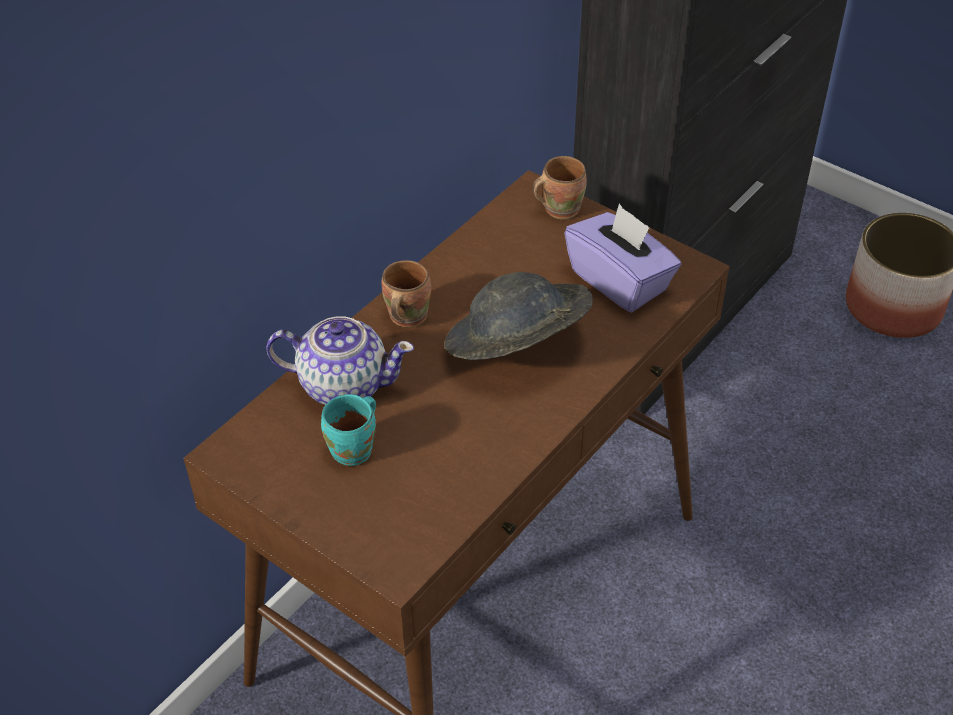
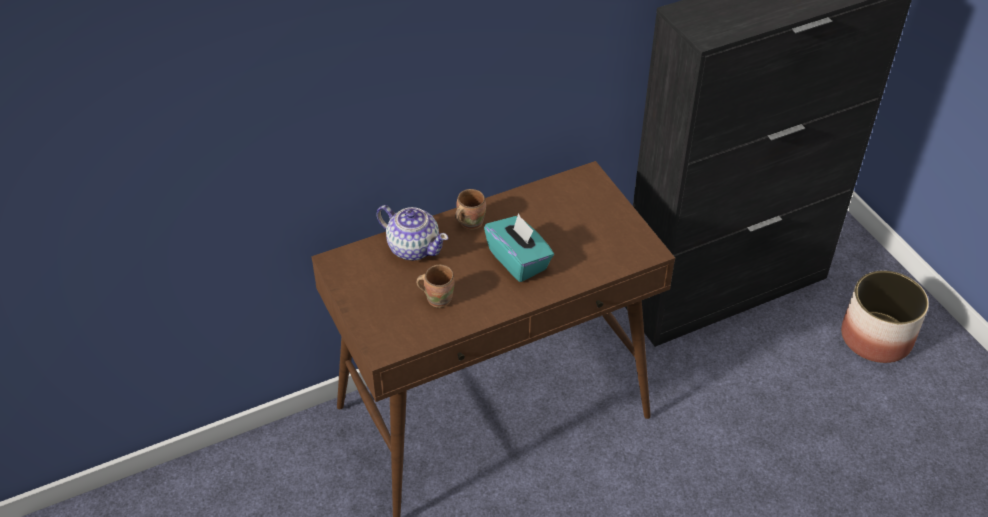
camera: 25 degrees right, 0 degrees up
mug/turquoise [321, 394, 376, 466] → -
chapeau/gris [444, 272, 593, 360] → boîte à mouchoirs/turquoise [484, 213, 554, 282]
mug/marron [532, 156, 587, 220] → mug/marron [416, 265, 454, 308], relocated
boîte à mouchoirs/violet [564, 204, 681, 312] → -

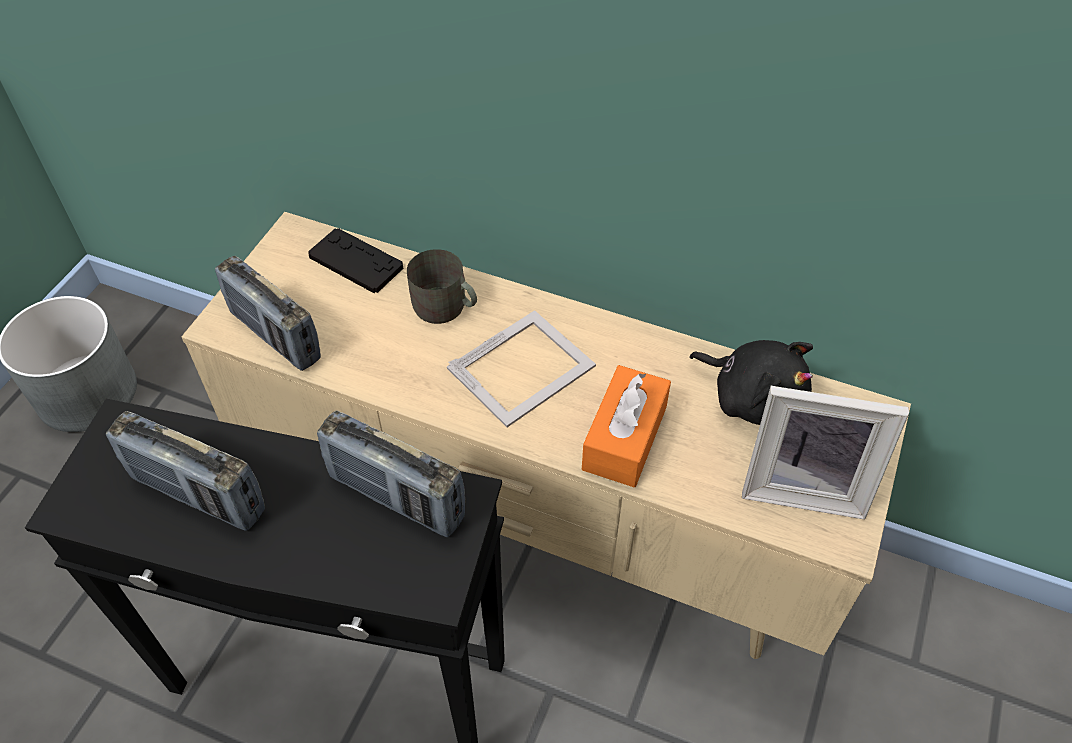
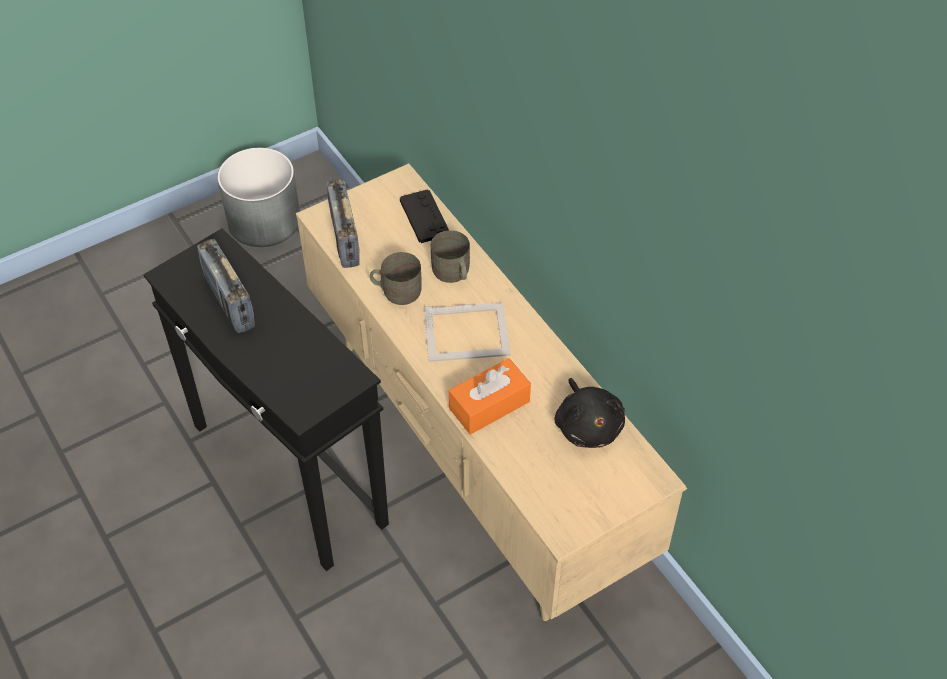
camera: 35 degrees right, 0 degrees up
radio [317, 410, 465, 537] → -
cadre photo [742, 386, 909, 520] → -
- → mug/gris [370, 252, 422, 305]

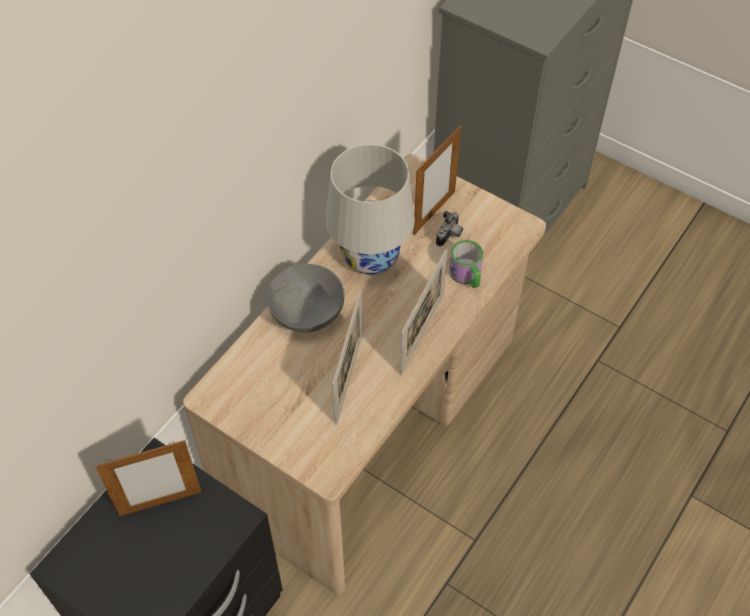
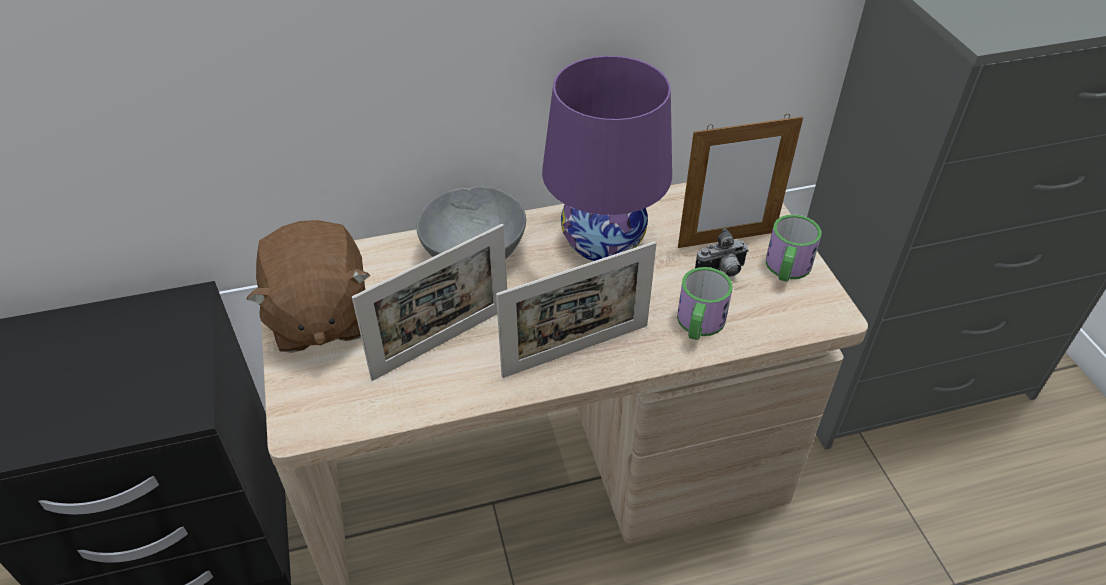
camera: 40 degrees right, 10 degrees down
cadre photo [95, 440, 201, 516] → -
lampe de table/blanc [325, 144, 415, 275] → lampe de table/violet [542, 56, 672, 261]
- → peluche/marron [246, 220, 370, 353]
- → mug [766, 214, 821, 282]

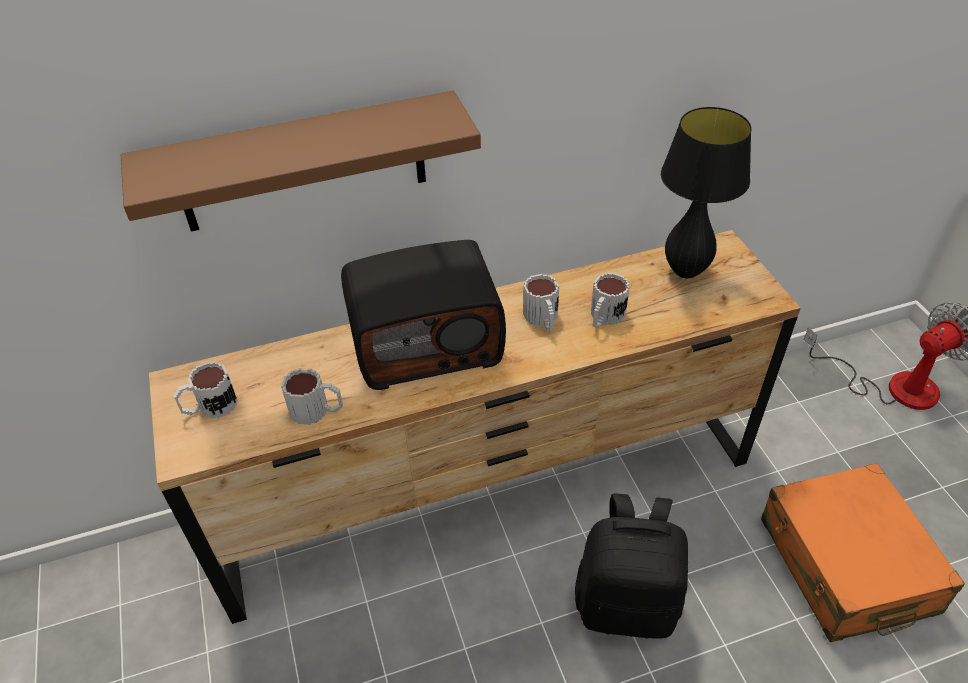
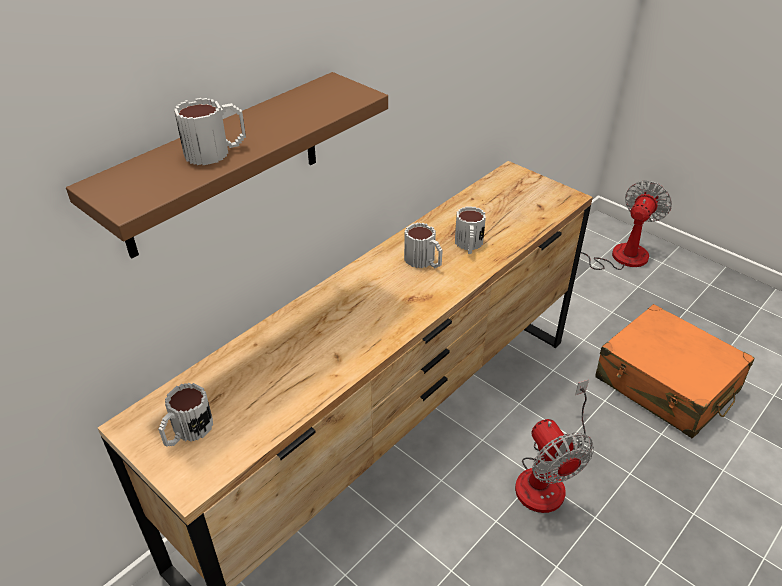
camera: 30 degrees left, 5 degrees down
mug [281, 368, 343, 425] → mug [174, 98, 246, 165], relocated
radio [341, 240, 506, 390] → -
sac à dos/noir [575, 493, 688, 639] → ventilateur [515, 380, 594, 513]
lampe de table/noir [661, 107, 752, 278] → -

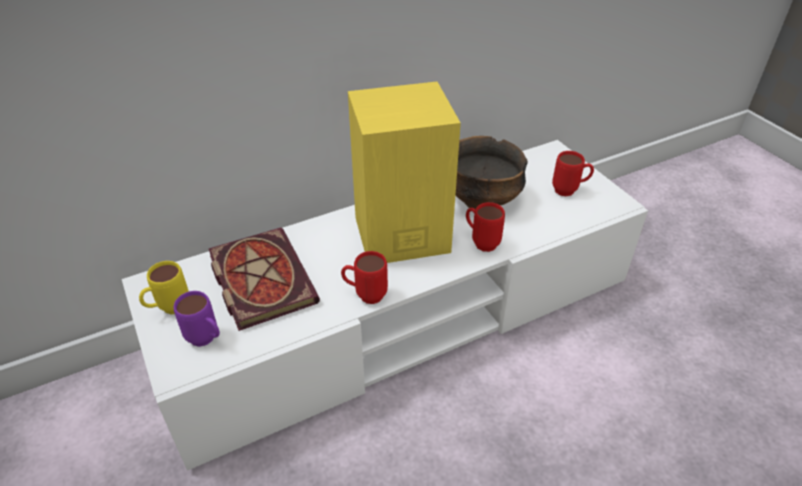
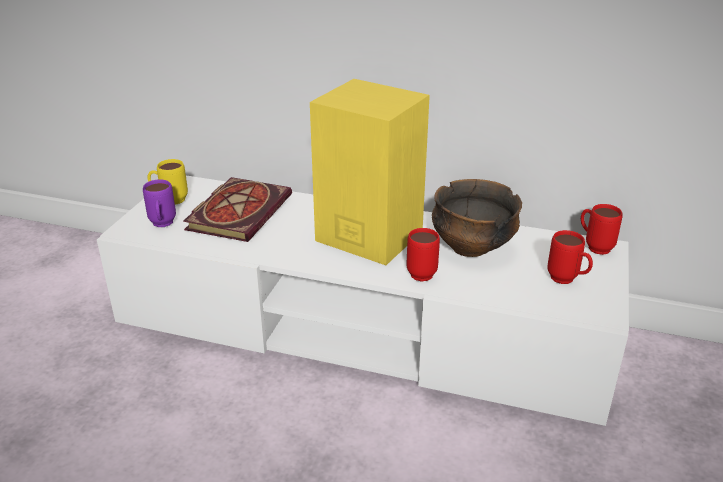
camera: 45 degrees right, 10 degrees down
mug/rouge [341, 251, 388, 304] → mug/rouge [581, 204, 623, 255], relocated

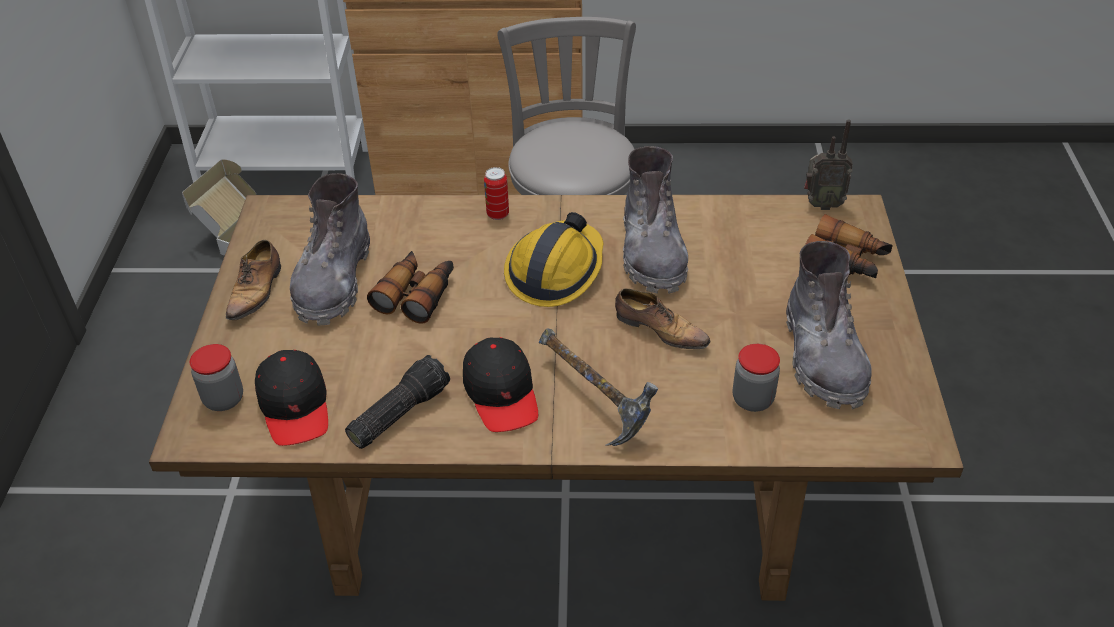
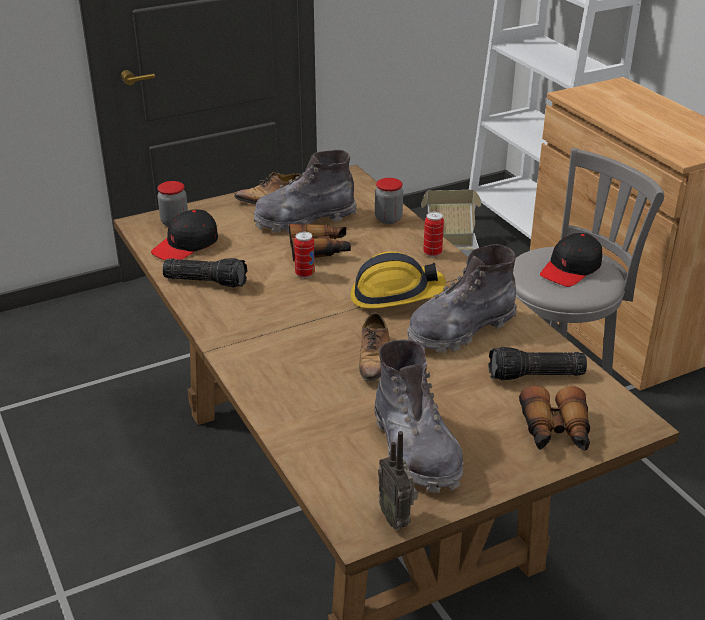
camera: 60 degrees right, 10 degrees down
casquette/noir [463, 337, 538, 432] → casquette/noir [540, 233, 602, 287], relocated
marteau [539, 328, 658, 446] → -
bocal [733, 344, 780, 412] → bocal [375, 178, 403, 224], relocated
botte/gris [786, 241, 872, 409] → botte/gris [375, 340, 464, 493], 75 degrees counterclockwise
radio [804, 119, 853, 210] → radio [378, 431, 418, 529], relocated
- → boîte métallique [294, 232, 315, 278]
- → lampe de poche [488, 347, 587, 380]

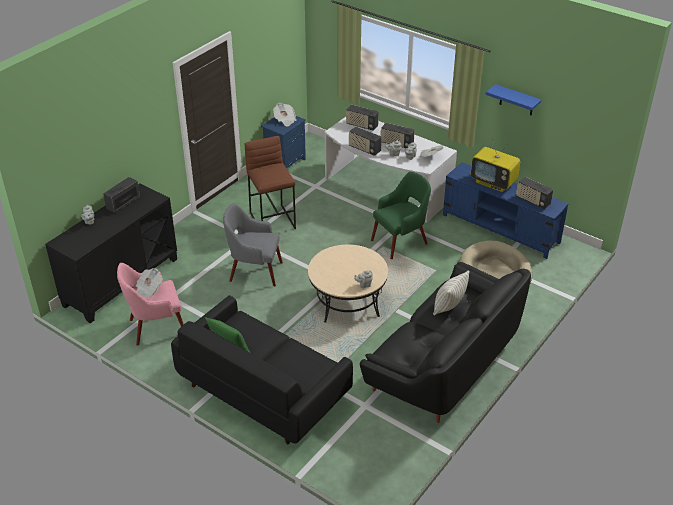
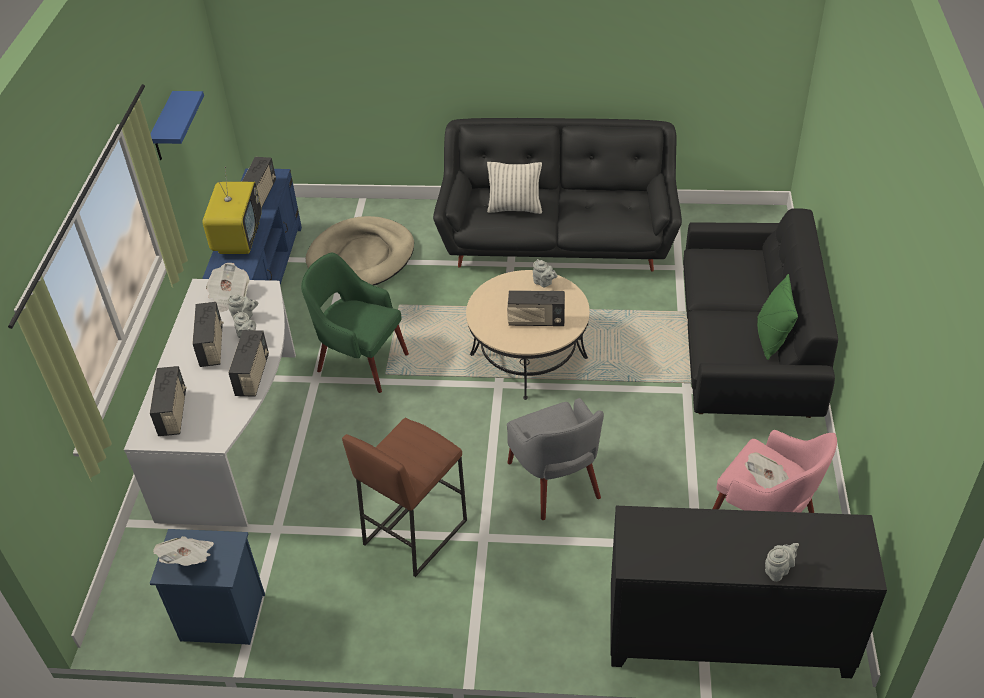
camera: 120 degrees left, 5 degrees up
radio [103, 177, 140, 213] → radio [507, 290, 565, 326], relocated

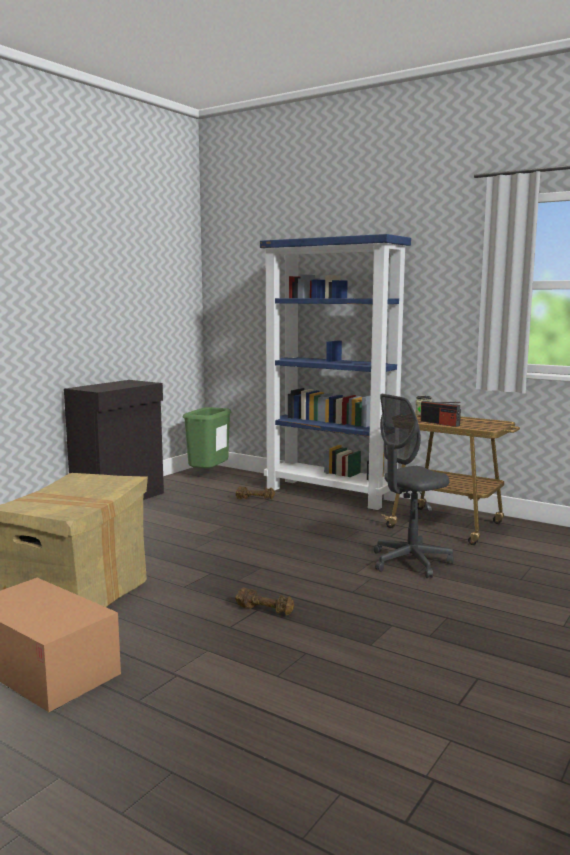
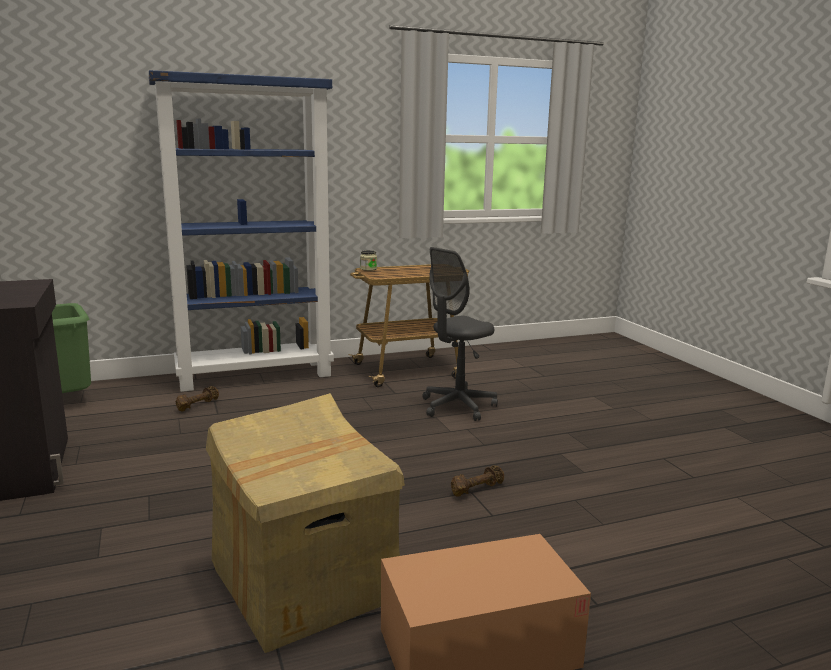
camera: 55 degrees left, 5 degrees up
chaise de bureau/gris [374, 394, 454, 578] → chaise de bureau/gris [422, 247, 498, 421], 45 degrees clockwise
radio [420, 401, 461, 427] → -

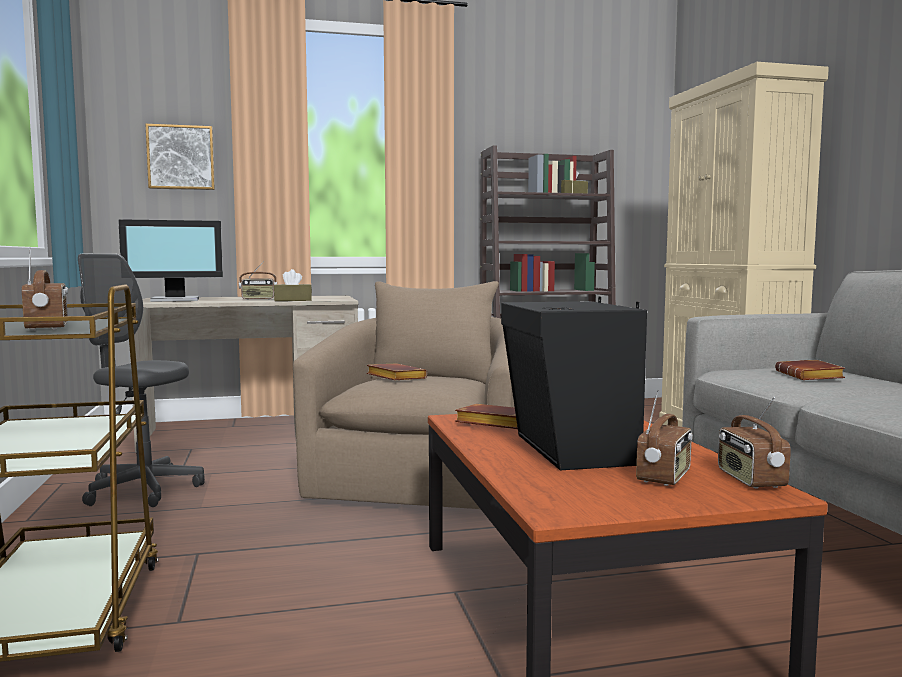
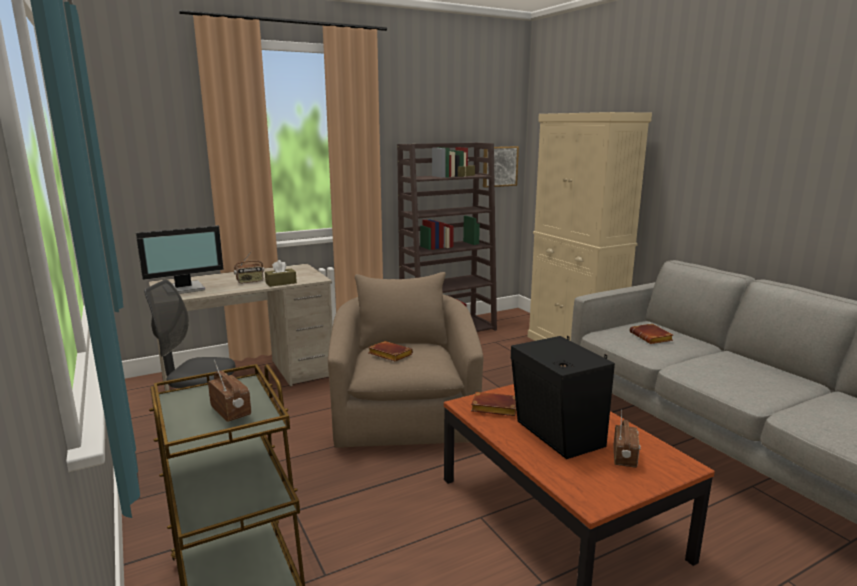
camera: 15 degrees left, 10 degrees up
tableau [145, 124, 215, 190] → tableau [483, 146, 519, 188], relocated
radio [718, 397, 791, 489] → -

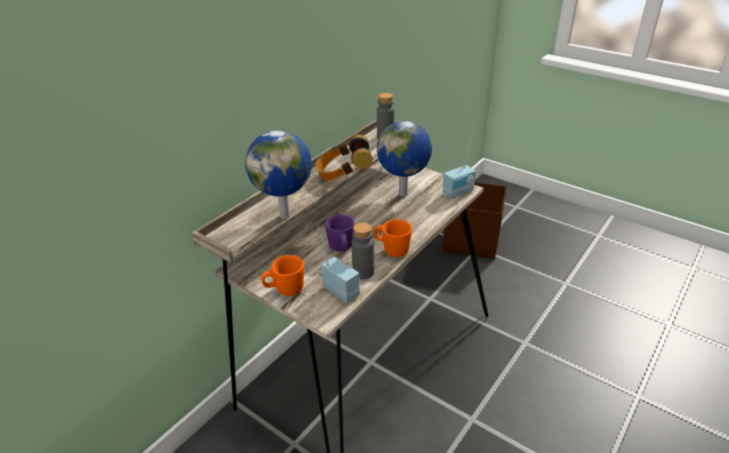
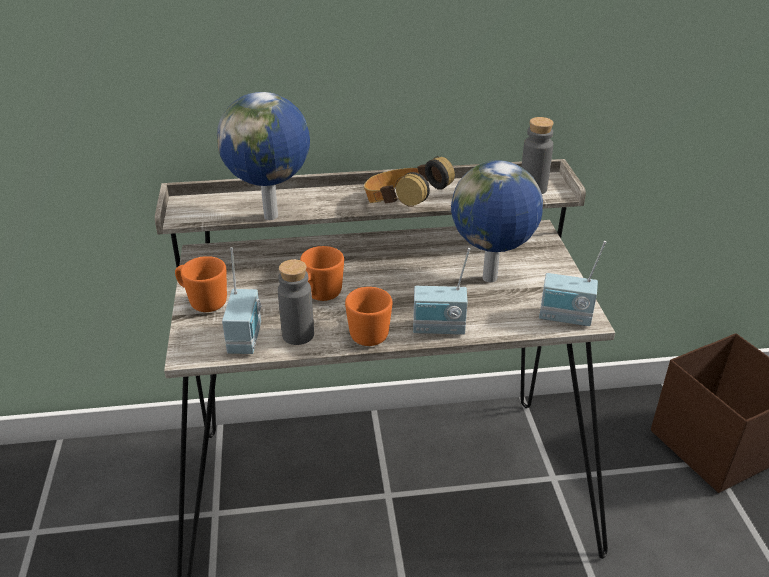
camera: 45 degrees right, 0 degrees up
mug/violet [325, 214, 355, 252] → mug/orange [300, 246, 344, 301]
- → radio [413, 248, 470, 335]

